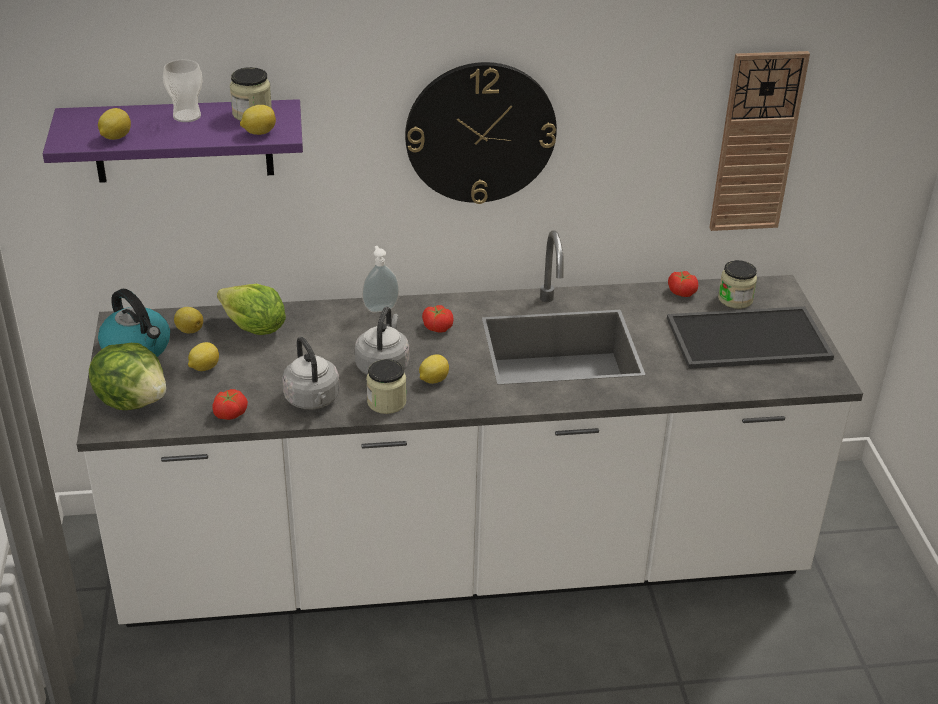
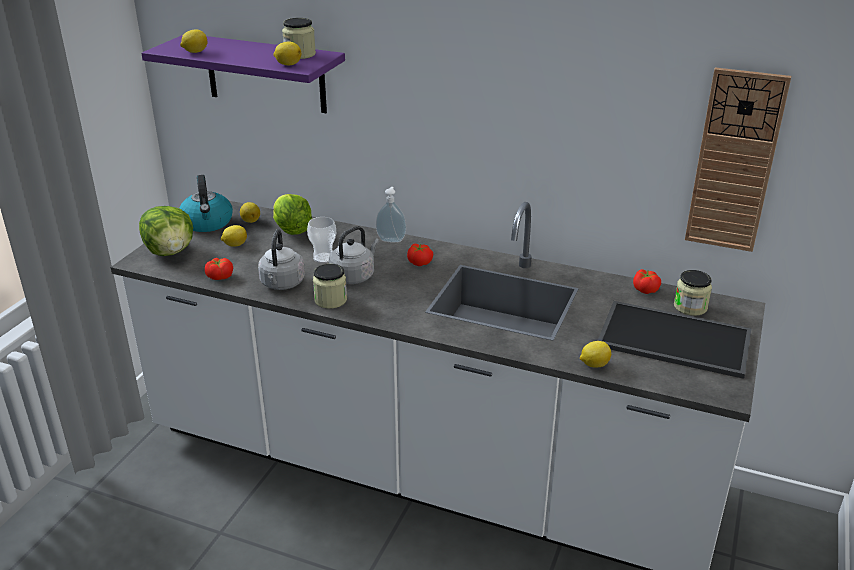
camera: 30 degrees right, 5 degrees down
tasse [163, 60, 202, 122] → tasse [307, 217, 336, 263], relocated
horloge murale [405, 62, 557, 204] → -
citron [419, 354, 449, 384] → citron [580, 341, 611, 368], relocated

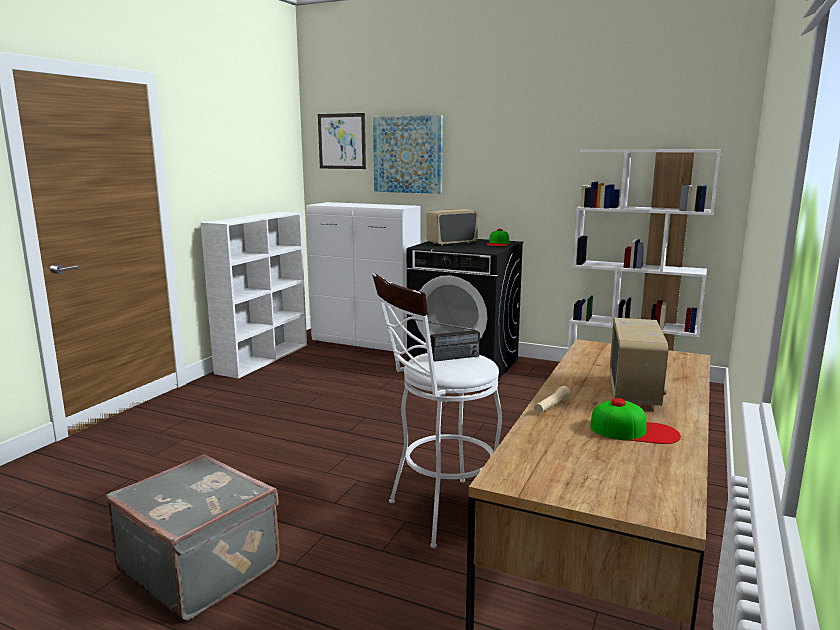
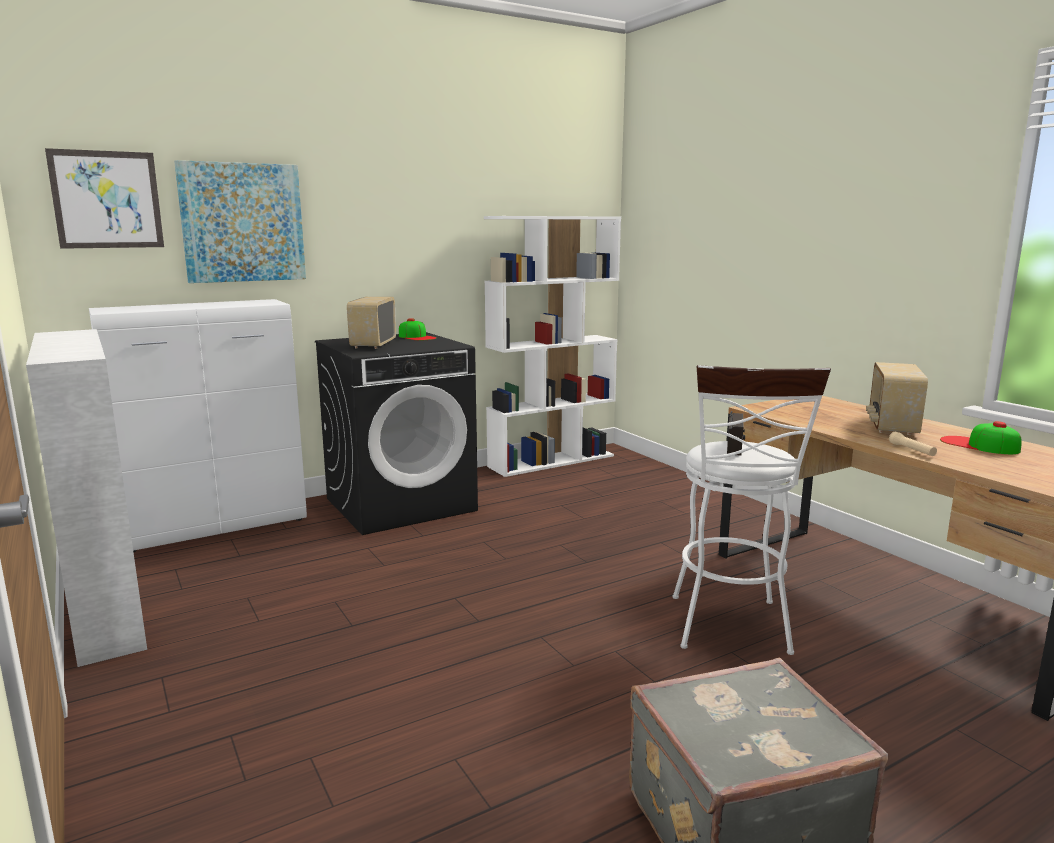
camera: 55 degrees left, 0 degrees up
casquette [590, 398, 681, 444] → casquette [940, 421, 1022, 454], 90 degrees counterclockwise
radio [610, 318, 668, 406] → radio [866, 362, 928, 435], 120 degrees counterclockwise

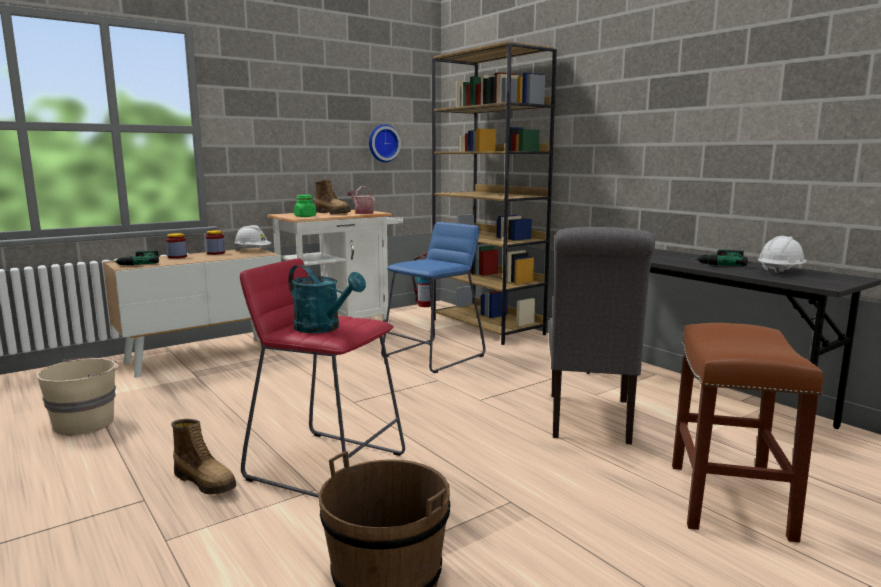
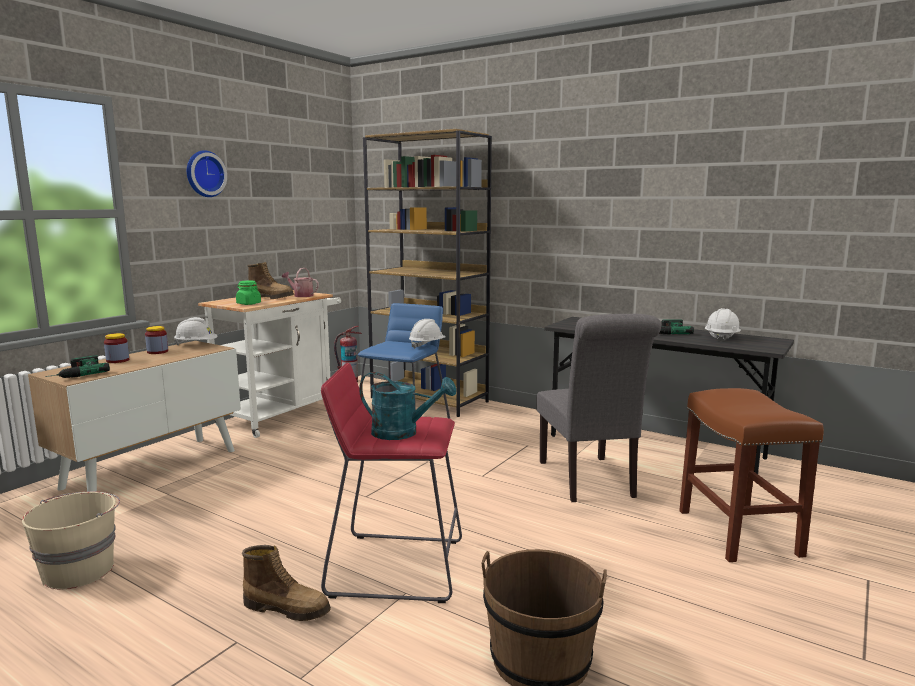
camera: 20 degrees left, 0 degrees up
horloge murale [369, 124, 401, 162] → horloge murale [187, 150, 227, 197], relocated
- → casque de chantier/blanc [409, 319, 446, 349]

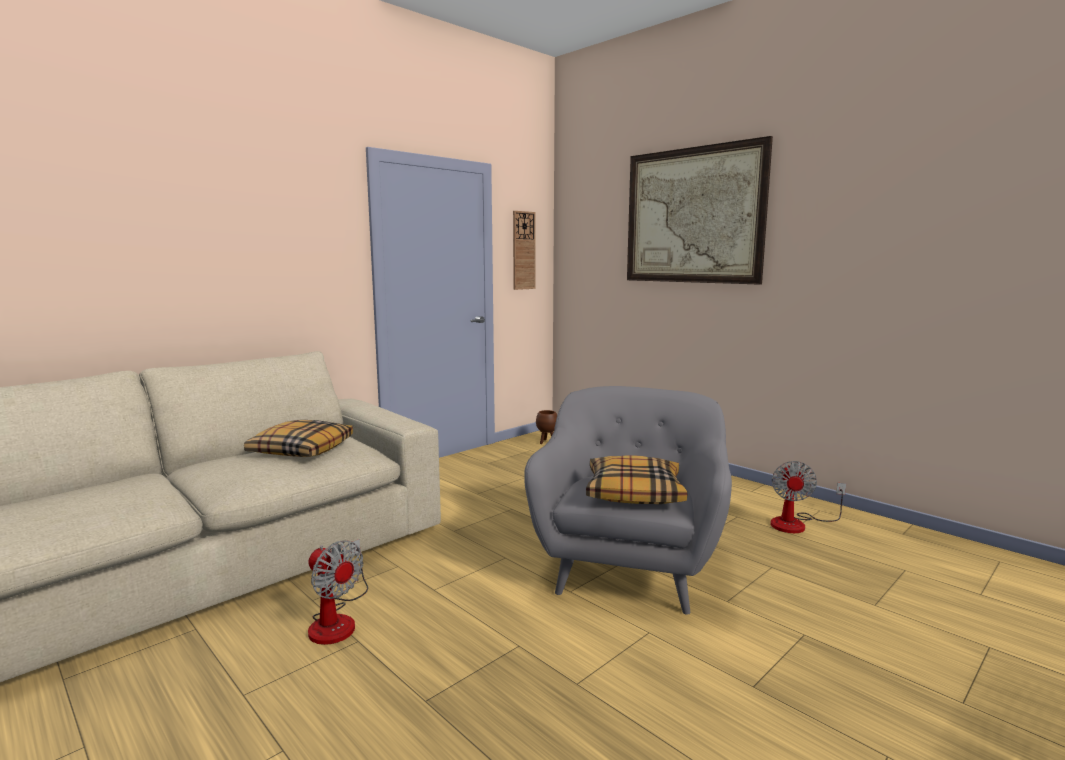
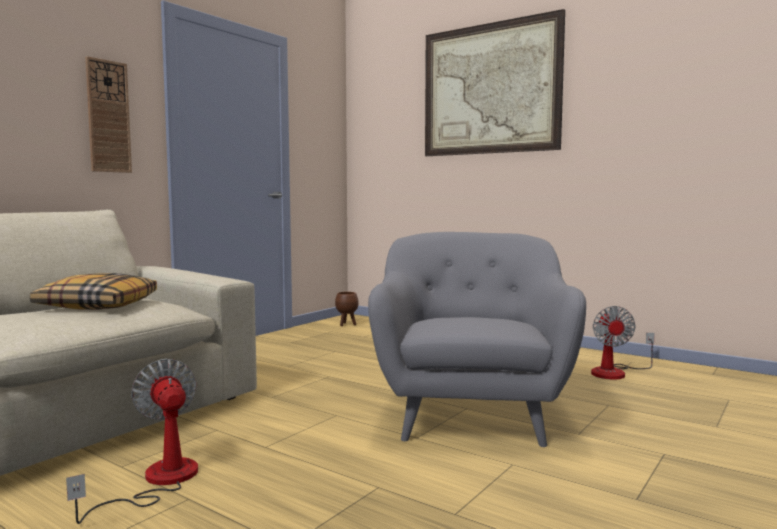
camera: 10 degrees left, 5 degrees down
ventilateur [308, 539, 368, 645] → ventilateur [66, 359, 198, 524], 150 degrees counterclockwise
horloge murale [513, 211, 536, 290] → horloge murale [85, 56, 132, 173], relocated
coussin [586, 455, 687, 504] → -

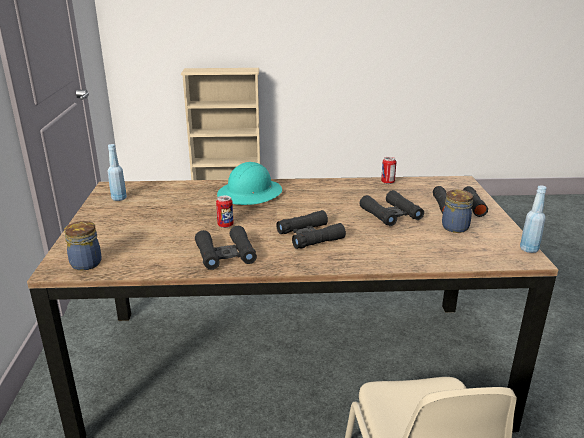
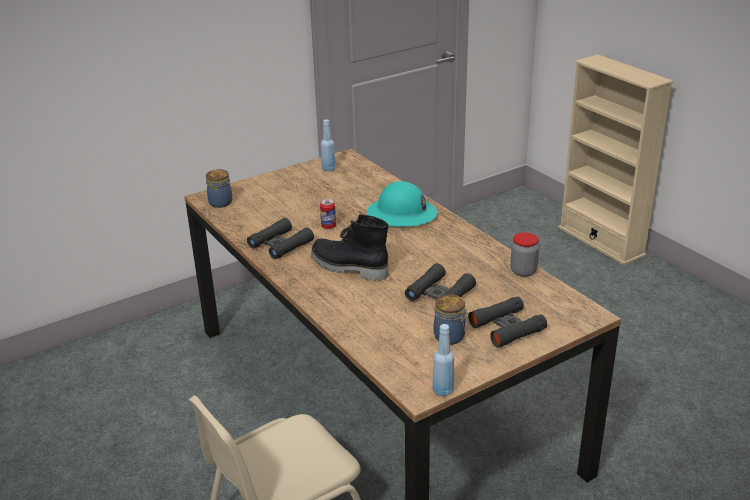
camera: 60 degrees right, 5 degrees up
jumelles/noir [276, 210, 346, 249] → botte/noir [311, 214, 389, 281]
boîte métallique [381, 157, 397, 184] → bocal [510, 232, 539, 277]

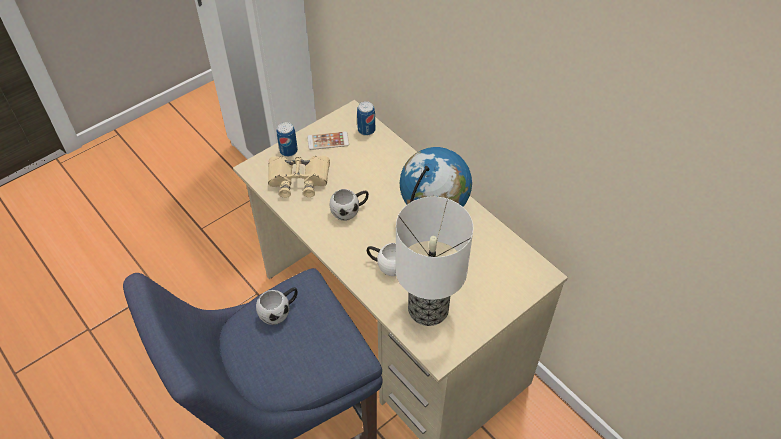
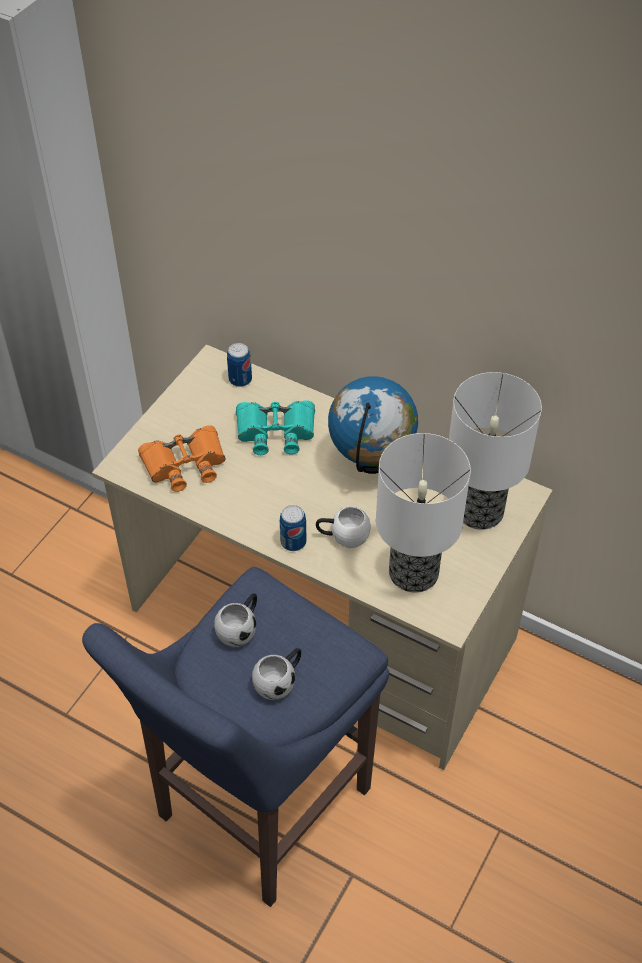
camera: 20 degrees left, 0 degrees up
jumelles/beige [268, 156, 330, 198] → jumelles/orange [138, 425, 225, 492]
boîte métallique [277, 122, 298, 157] → boîte métallique [280, 505, 306, 551], relocated
téléphone [307, 131, 349, 150] → -
mug/blanc [329, 189, 369, 221] → mug/blanc [252, 648, 302, 700], relocated
- → jumelles/turquoise [236, 400, 315, 455]
- → lampe de table [449, 372, 542, 530]

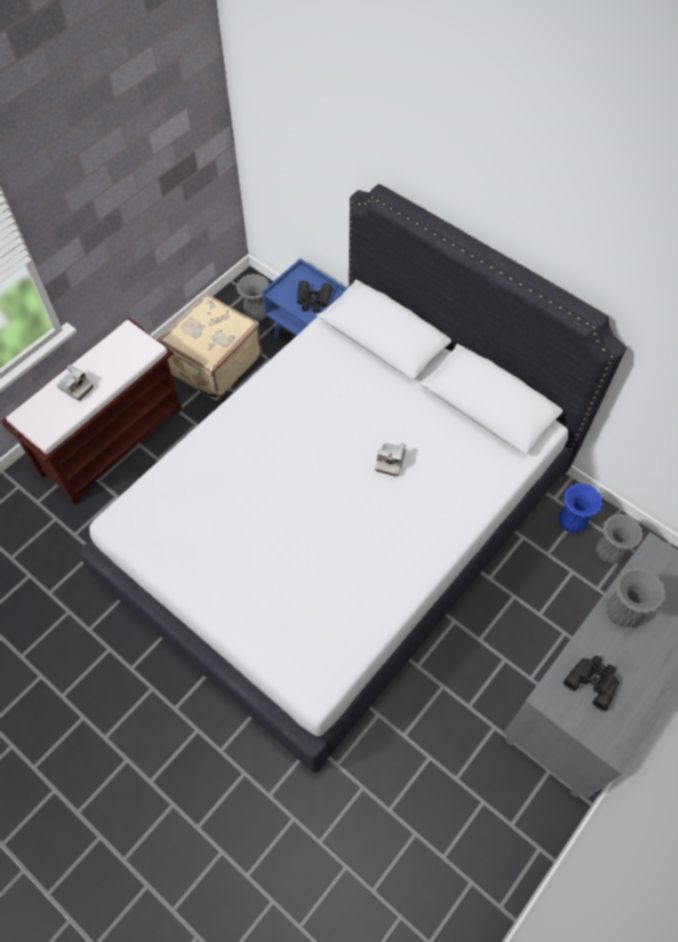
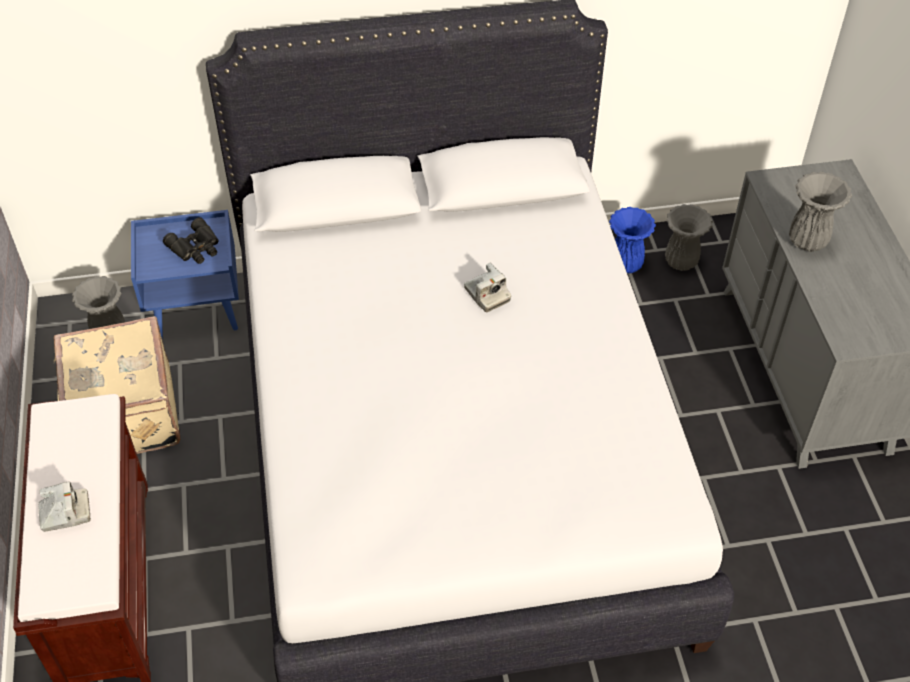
camera: 50 degrees left, 10 degrees down
jumelles/noir [563, 656, 619, 711] → -

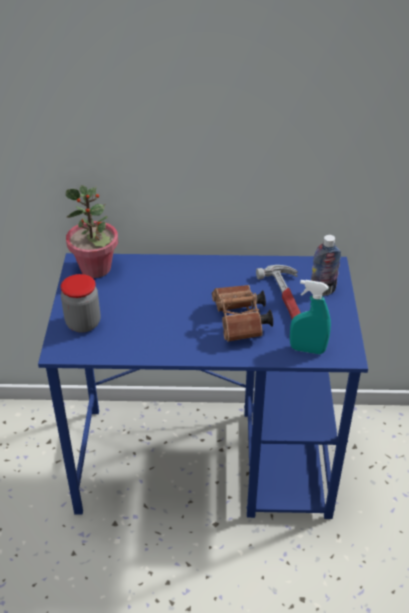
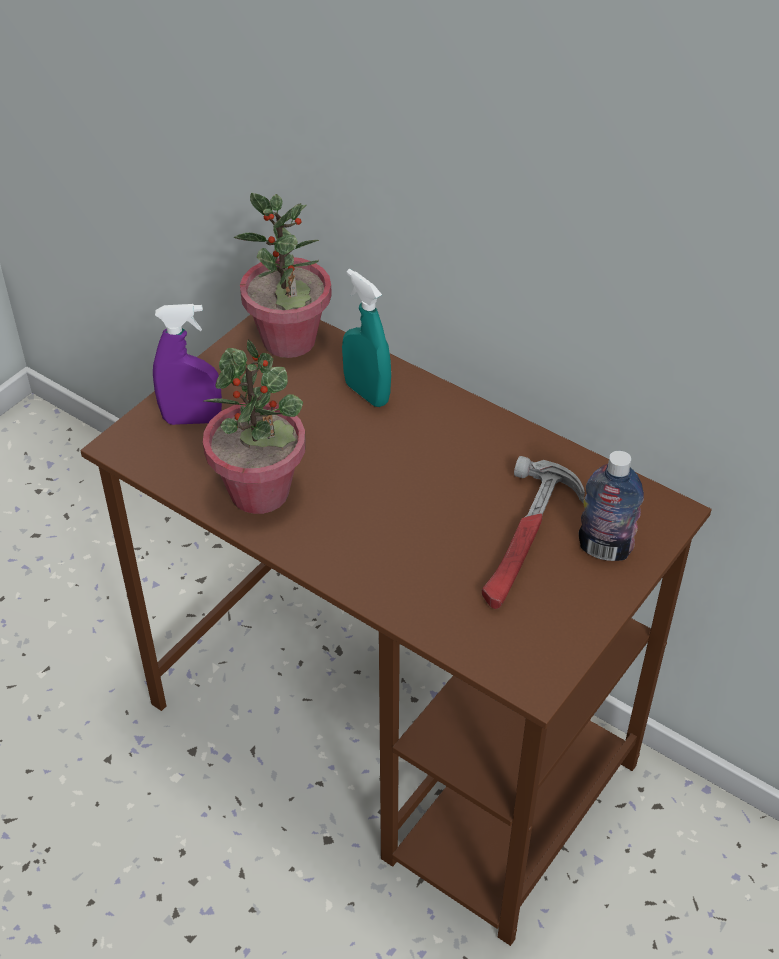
camera: 35 degrees right, 5 degrees up
bureau/bleu [38, 253, 368, 519] → bureau/marron [80, 314, 712, 946]
bocal [61, 274, 100, 333] → vaporisateur/violet [153, 304, 222, 425]
jumelles/marron [212, 285, 273, 342] → -
vaporisateur/turquoise [290, 280, 331, 354] → vaporisateur/turquoise [342, 269, 391, 407], relocated
- → plante en pot [203, 340, 306, 514]

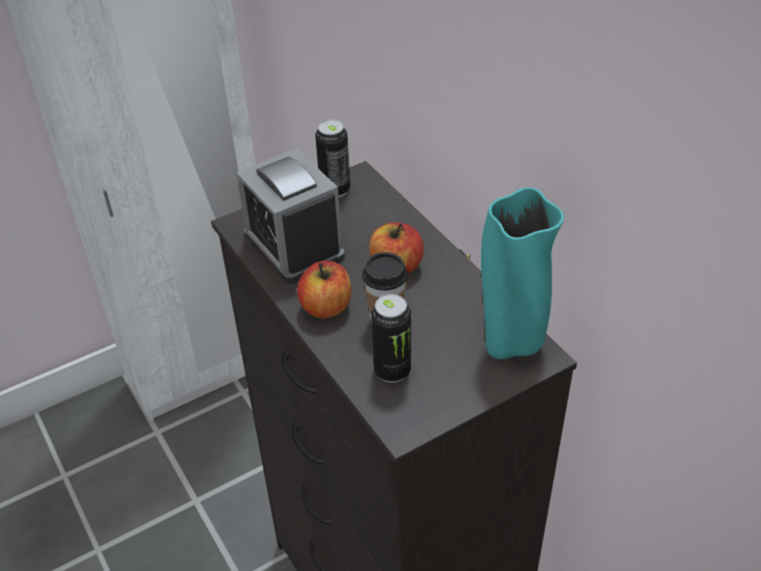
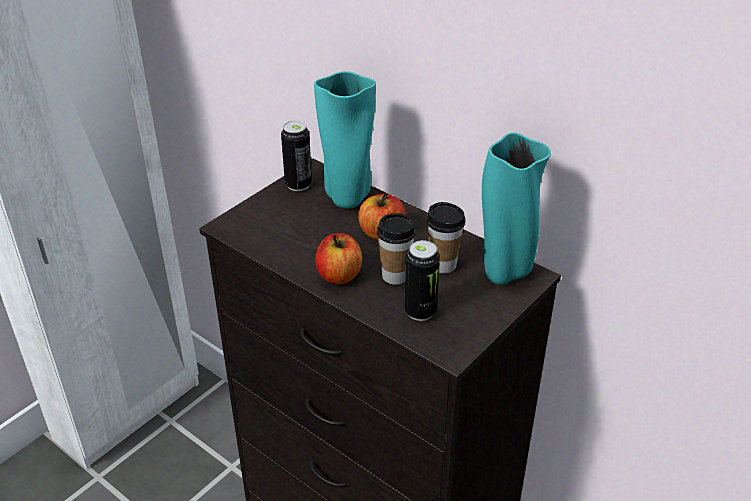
camera: 20 degrees left, 5 degrees down
réveil [236, 148, 345, 284] → -
- → vase/turquoise [314, 71, 376, 209]
- → tasse [427, 202, 466, 273]

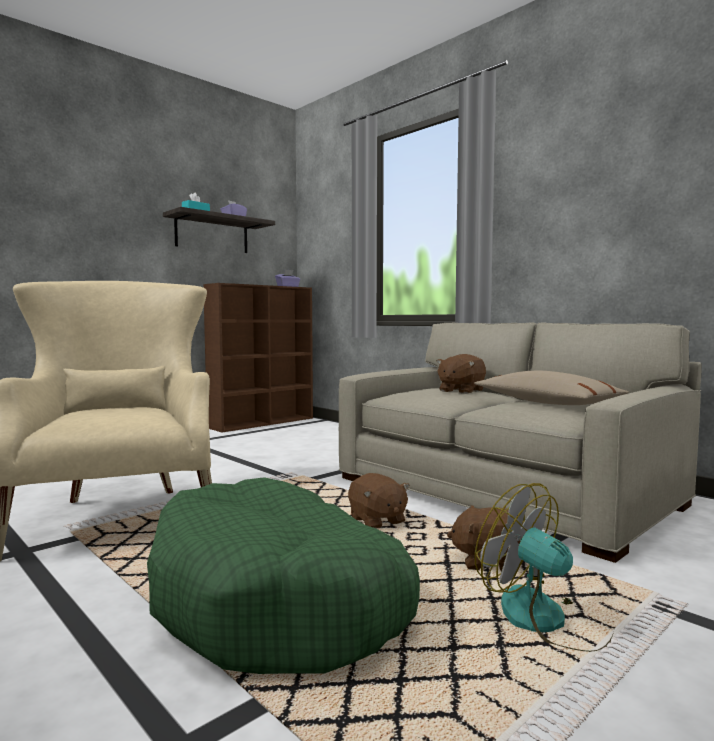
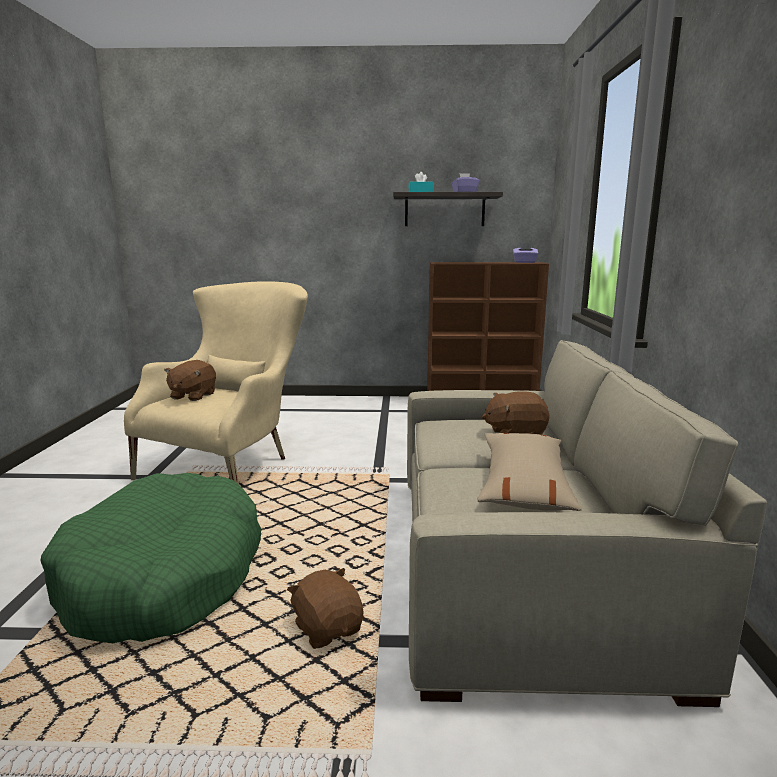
camera: 45 degrees right, 10 degrees up
peluche/marron [348, 473, 410, 528] → peluche/marron [164, 360, 216, 401], relocated
ventilateur [475, 483, 615, 652] → -

